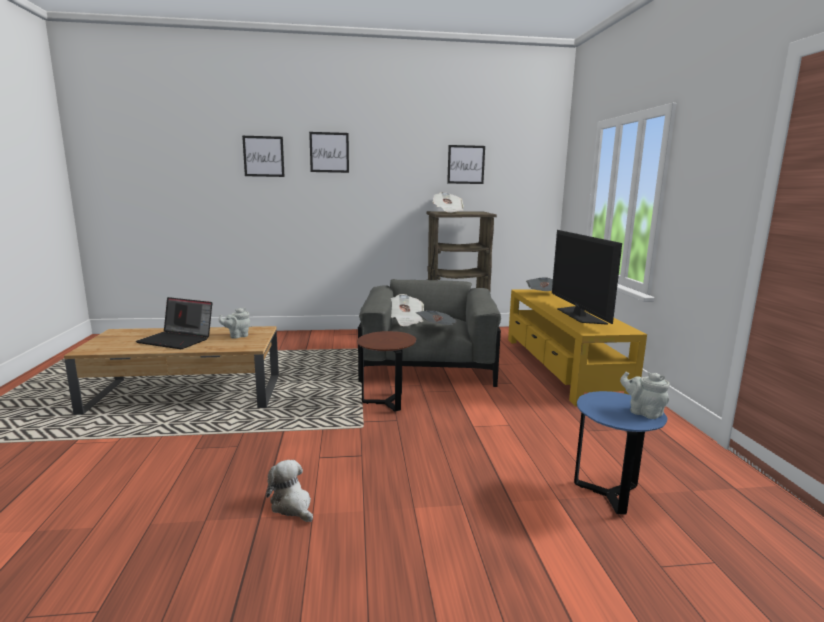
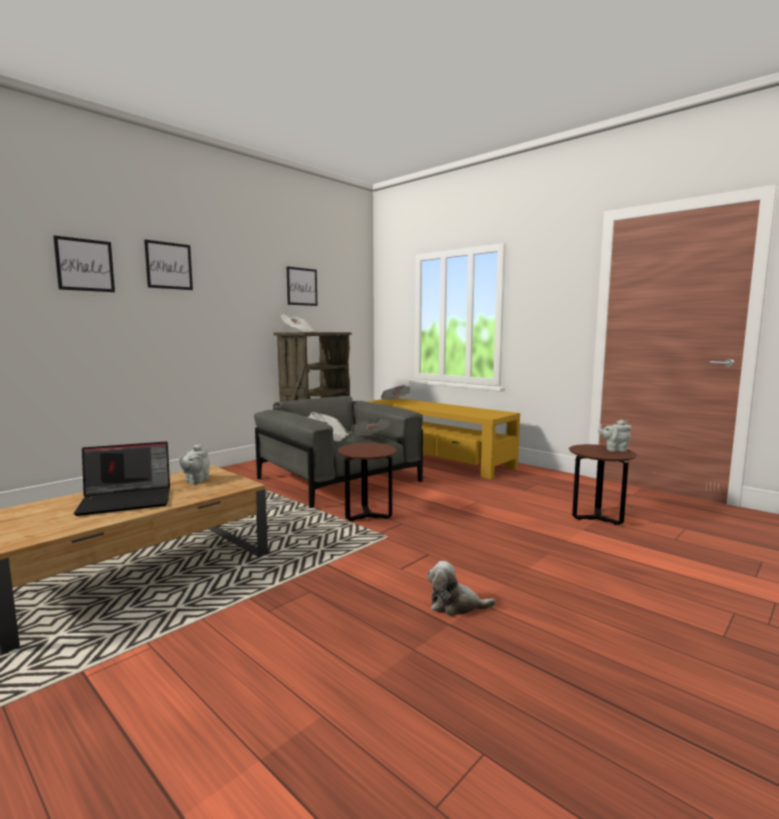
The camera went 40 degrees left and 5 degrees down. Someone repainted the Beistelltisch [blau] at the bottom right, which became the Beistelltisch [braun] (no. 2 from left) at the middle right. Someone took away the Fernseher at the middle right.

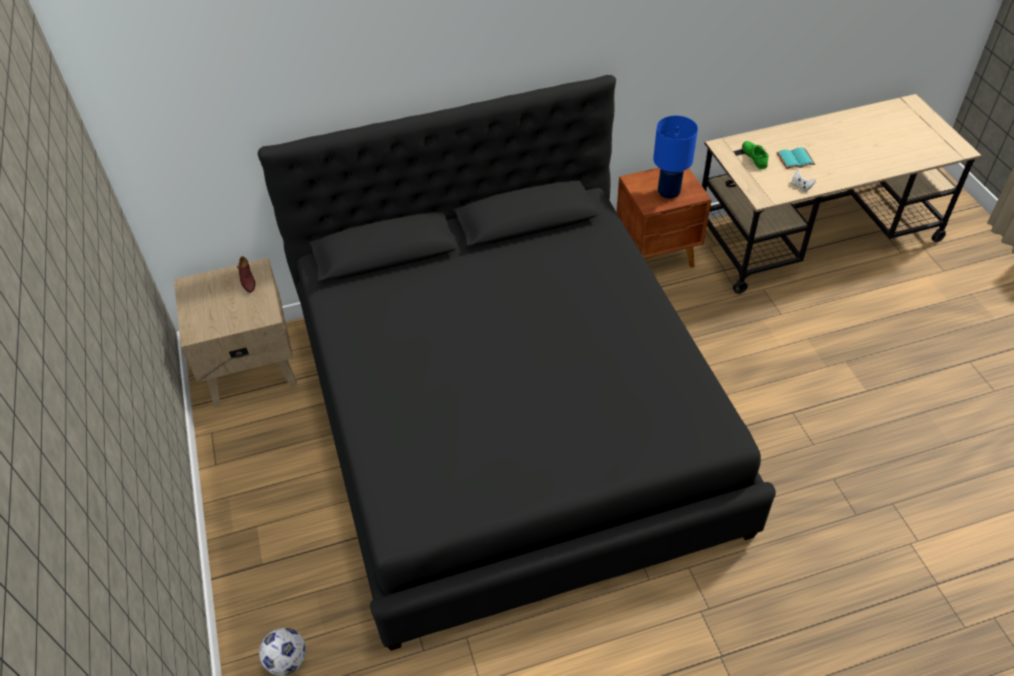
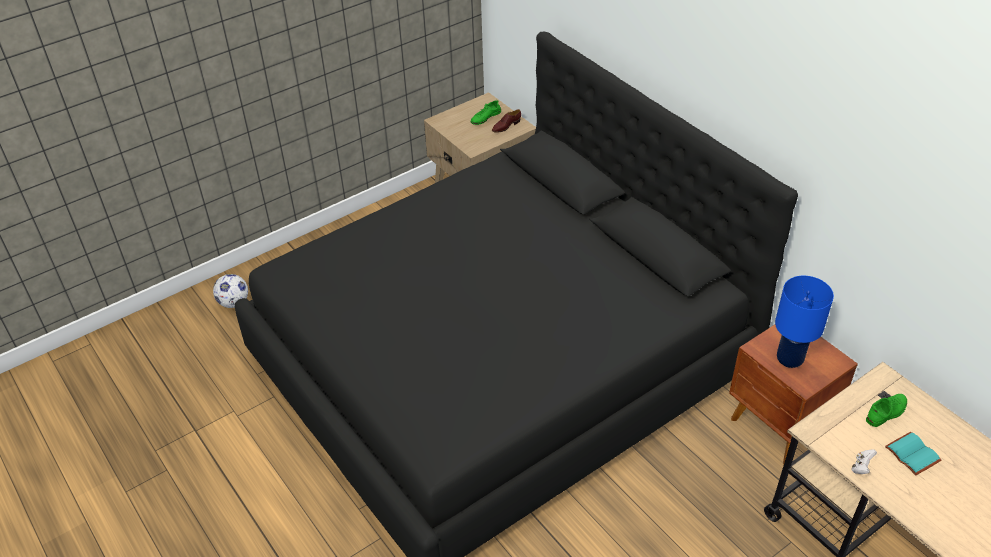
The camera went 70 degrees right and 5 degrees down. Someone put down the Schuh [grün] (no. 1 from left) at the top centre.

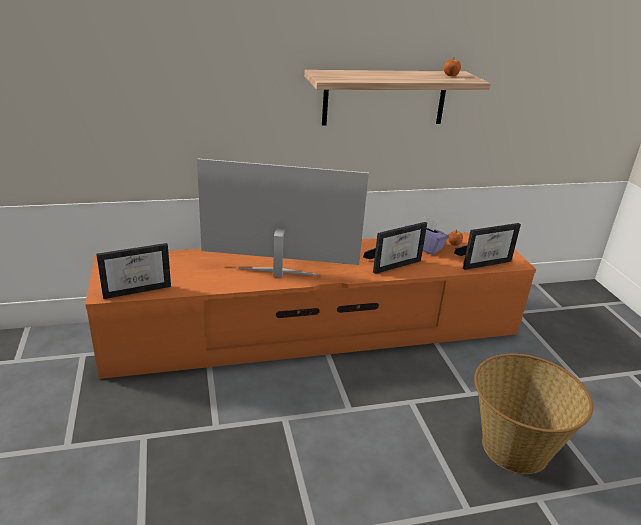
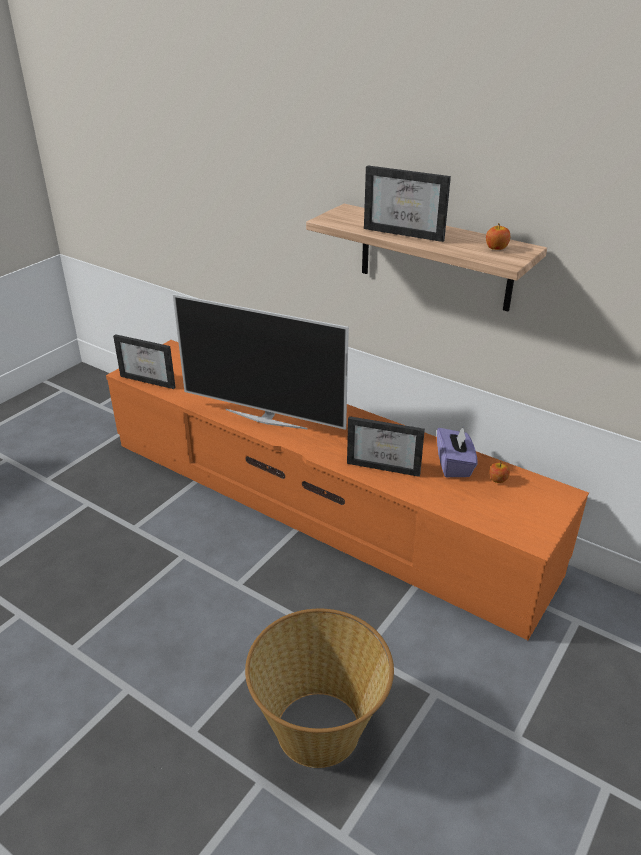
The camera went 50 degrees right and 5 degrees up. Someone rotated the Fernseher at the centre by 150 degrees clockwise. Someone carried the Bilderrahmen (no. 3 from left) from the middle right to the top centre.

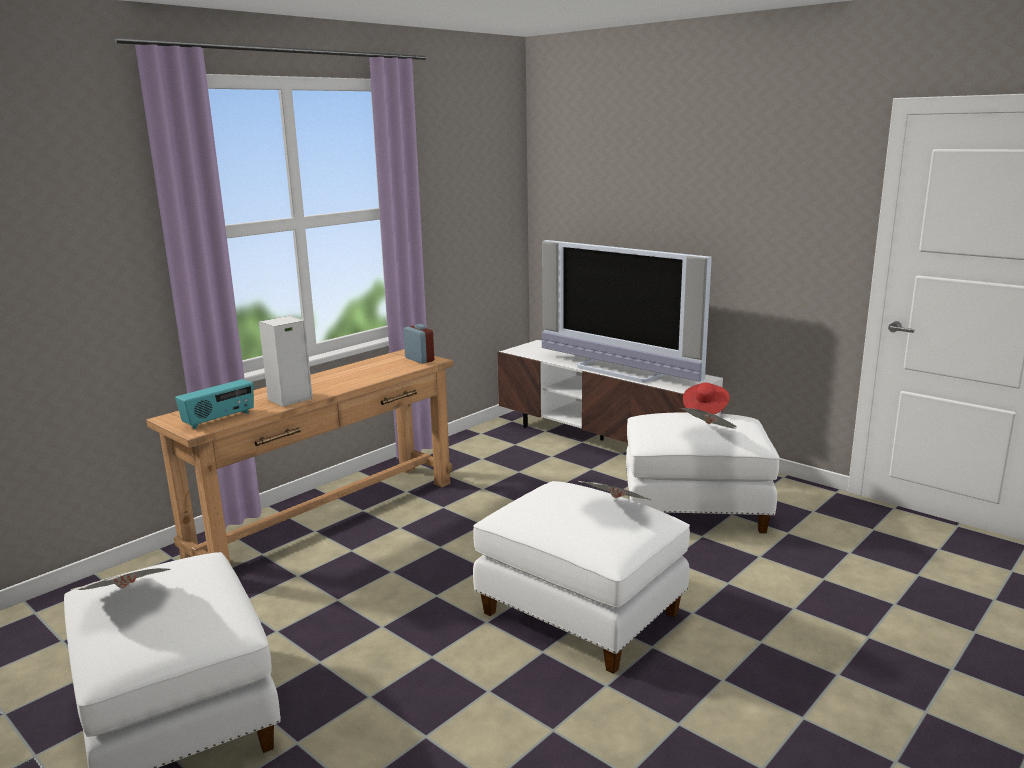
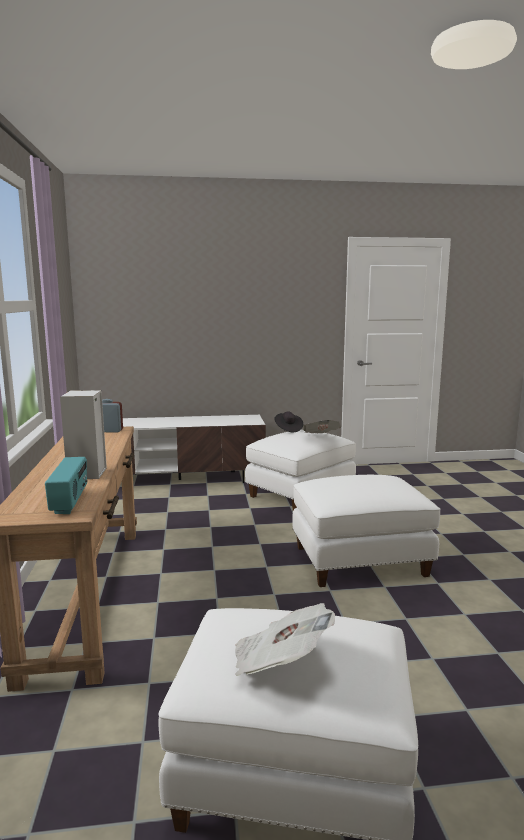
The camera went 50 degrees left and 5 degrees down. Someone repainted the Hut [rot] at the middle right, which became the Hut [schwarz] at the centre. Someone took away the Fernseher at the centre. Someone took away the Zeitung (no. 2 from left) at the centre.

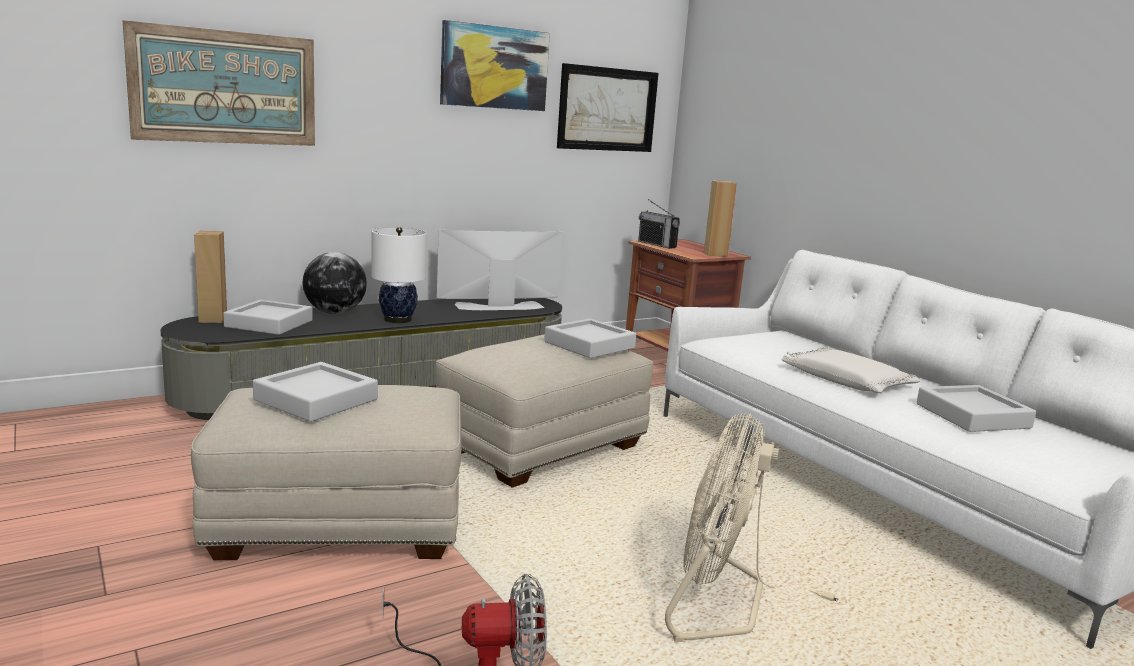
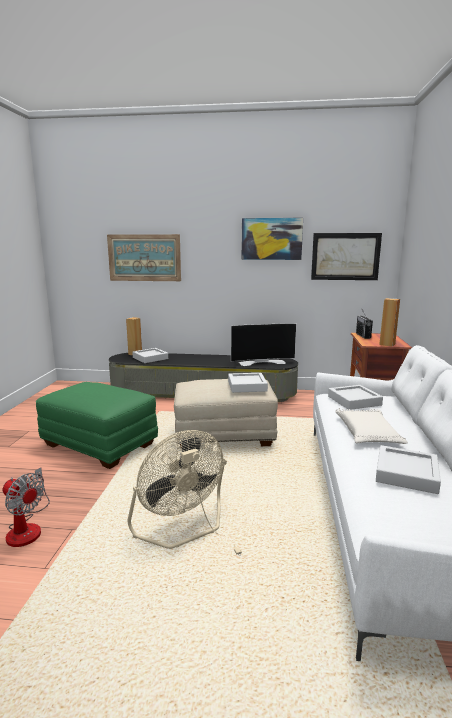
The camera went 40 degrees right and 0 degrees up. Someone repainted the Polsterhocker [beige] (no. 1 from left) at the bottom left, which became the Polsterhocker [grün] at the middle left. Someone rotated the Fernseher at the centre by 150 degrees clockwise. Someone carried the Tablett [grau] (no. 2 from left in the first image) from the middle left to the middle right. Someone took away the Globus at the middle left. Someone took away the Tischlampe [weiß] at the centre.

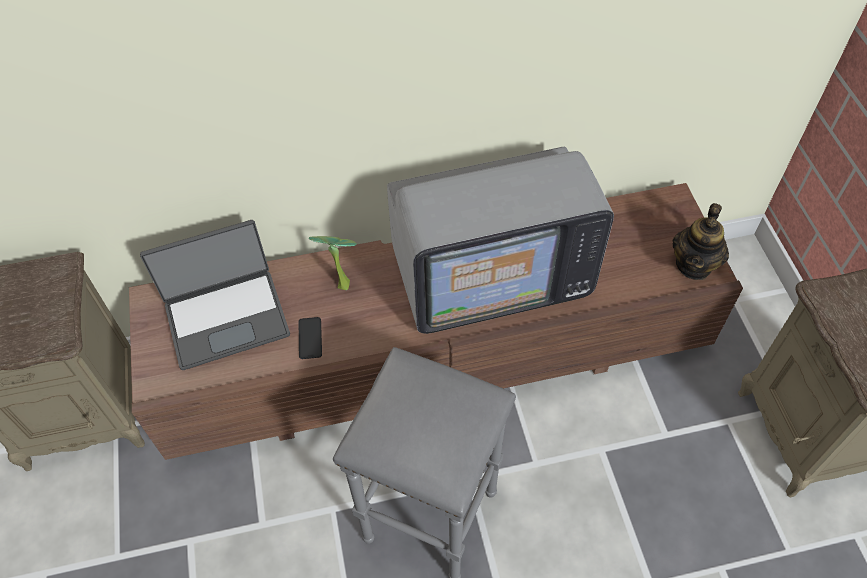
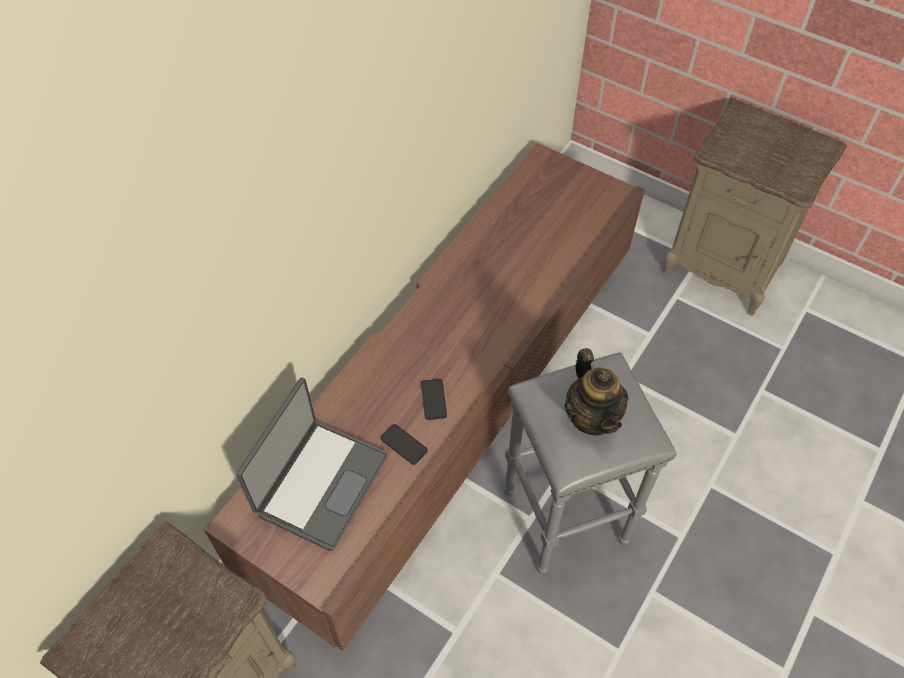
The camera went 45 degrees left and 0 degrees up. Someone put down the Handy (no. 2 from left) at the centre. Someone carried the Teekanne from the middle right to the centre. Someone took away the Topfpflanze at the centre. Someone took away the Fernseher at the centre.

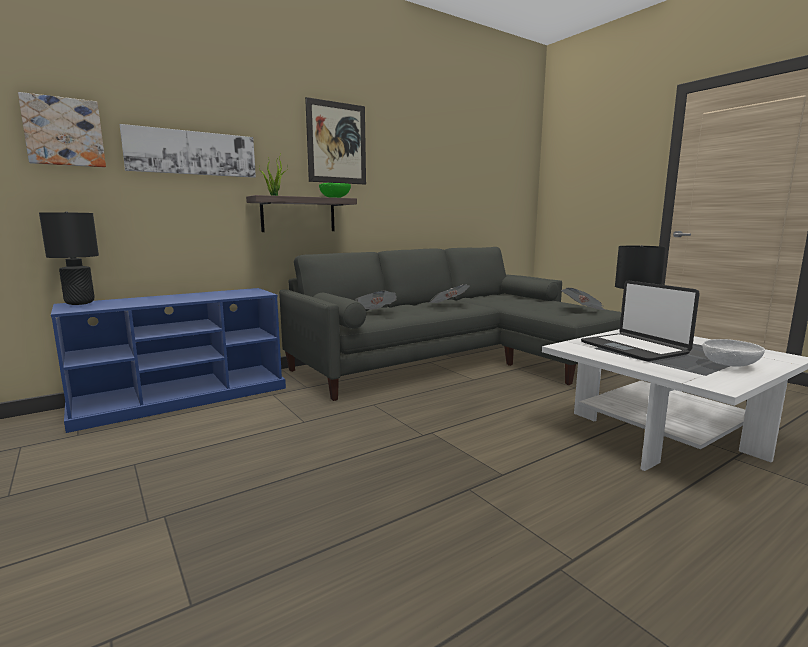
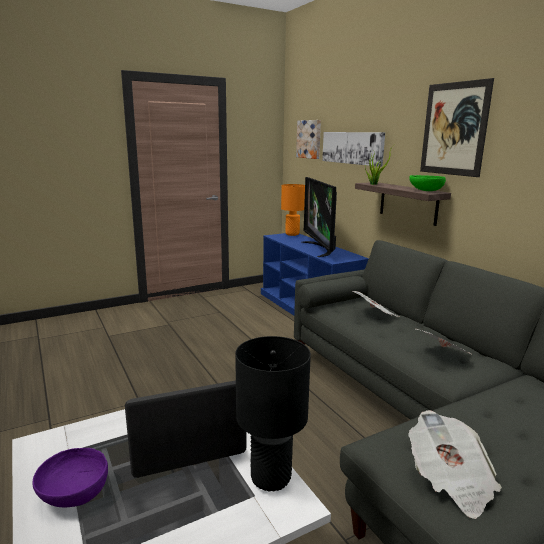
The camera went 95 degrees right and 5 degrees up. Someone repainted the Schüssel [weiß] at the middle right, which became the Schüssel [lila] at the bottom left. Someone repainted the Tischlampe [schwarz] (no. 1 from left) at the middle left, which became the Tischlampe [orange] at the centre. Someone put down the Fernseher at the centre.

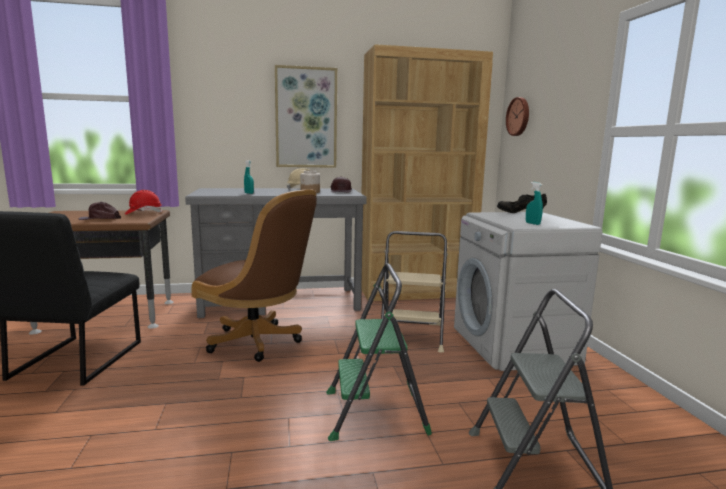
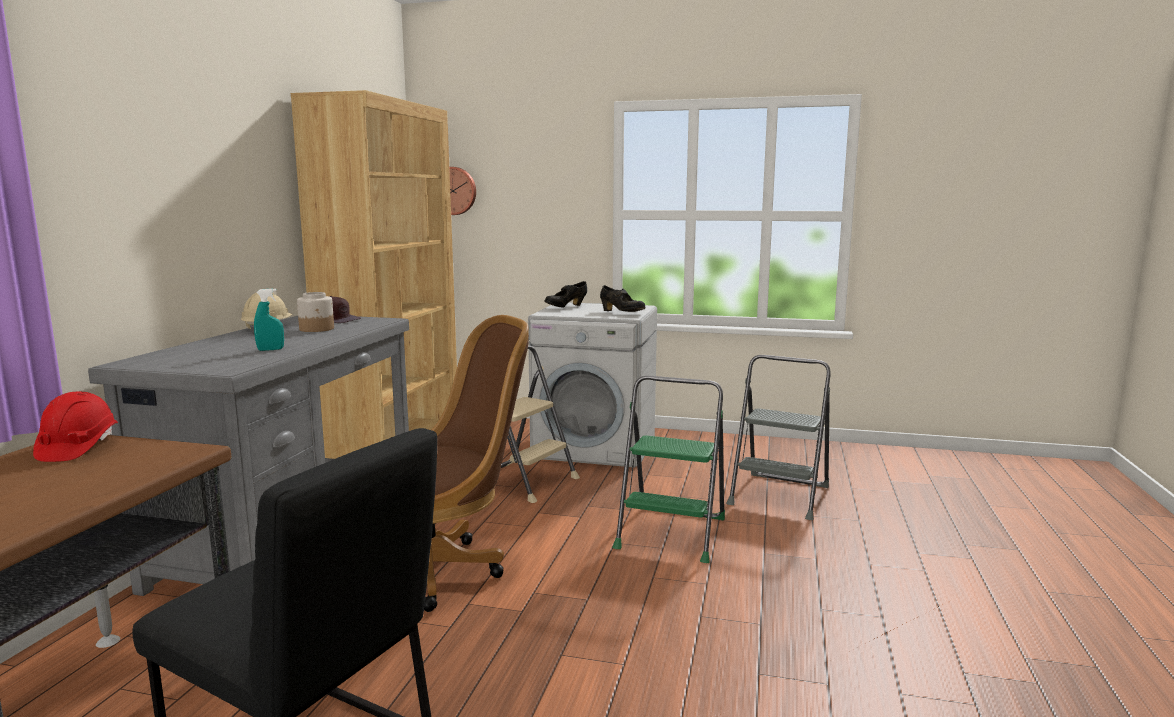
The camera went 65 degrees left and 0 degrees up. Someone swapped the Sprühflasche [türkis] (no. 2 from left) at the middle right for the Schuh [schwarz] (no. 2 from left) at the centre. Someone took away the Kappe [braun] (no. 1 from left) at the middle left. Someone took away the Bild at the top centre.

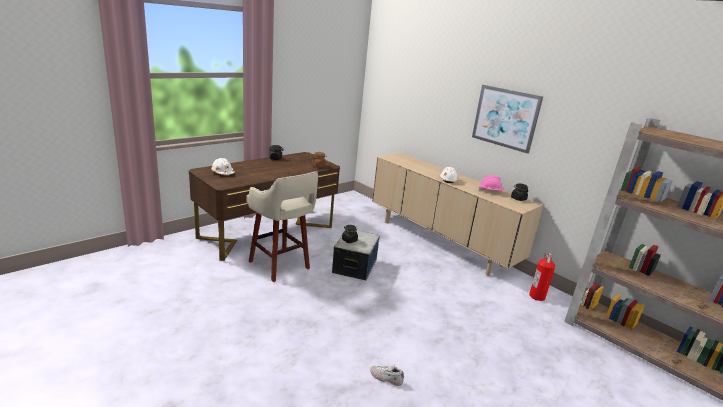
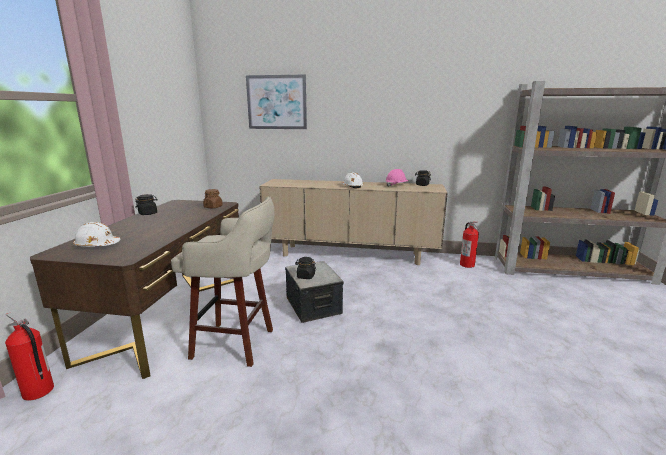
The camera went 35 degrees left and 5 degrees down. Someone put down the Feuerlöscher (no. 1 from left) at the bottom left. Someone carried the Bild from the top right to the top centre. Someone took away the Schuh [weiß] at the bottom centre.

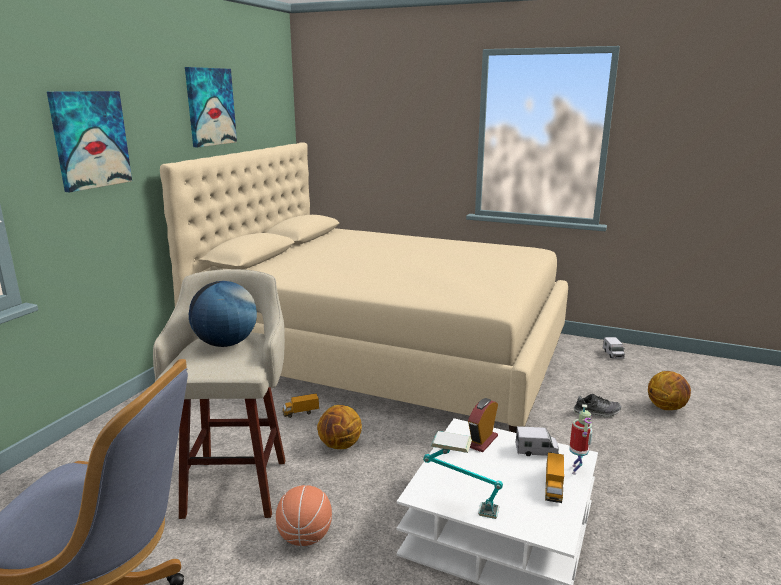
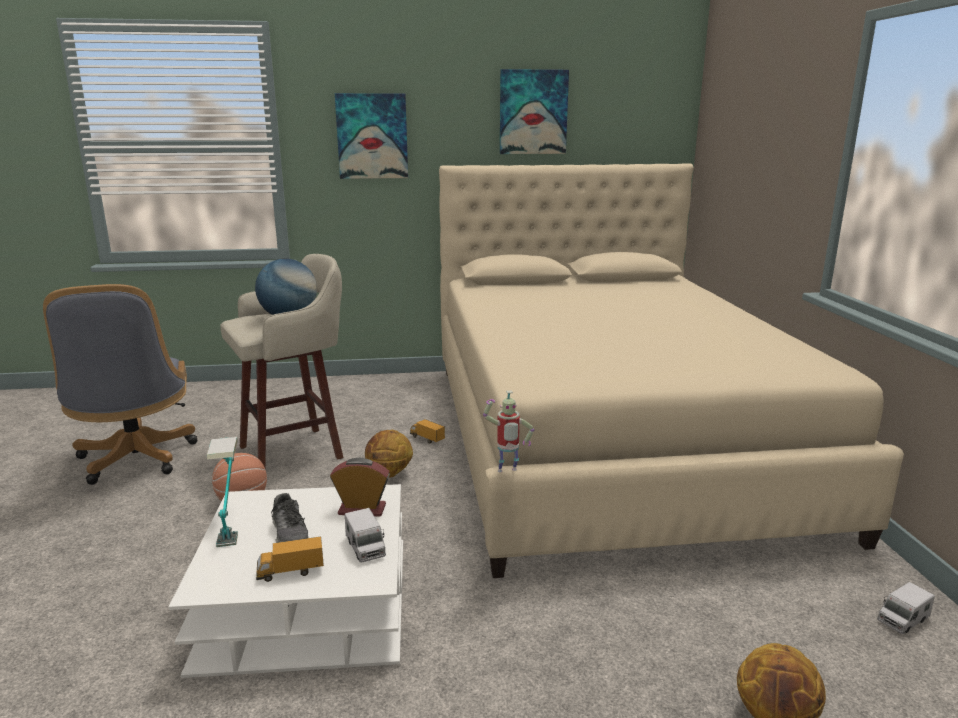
The camera went 60 degrees right and 0 degrees up. Someone carried the Schuh from the bottom right to the bottom left. Someone carried the Spielzeugroboter from the bottom right to the centre.

